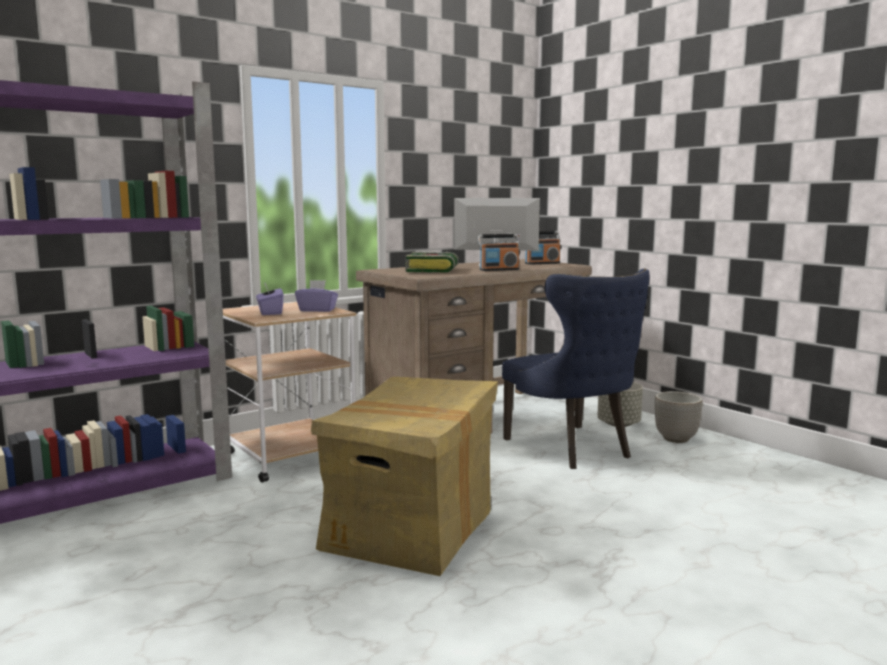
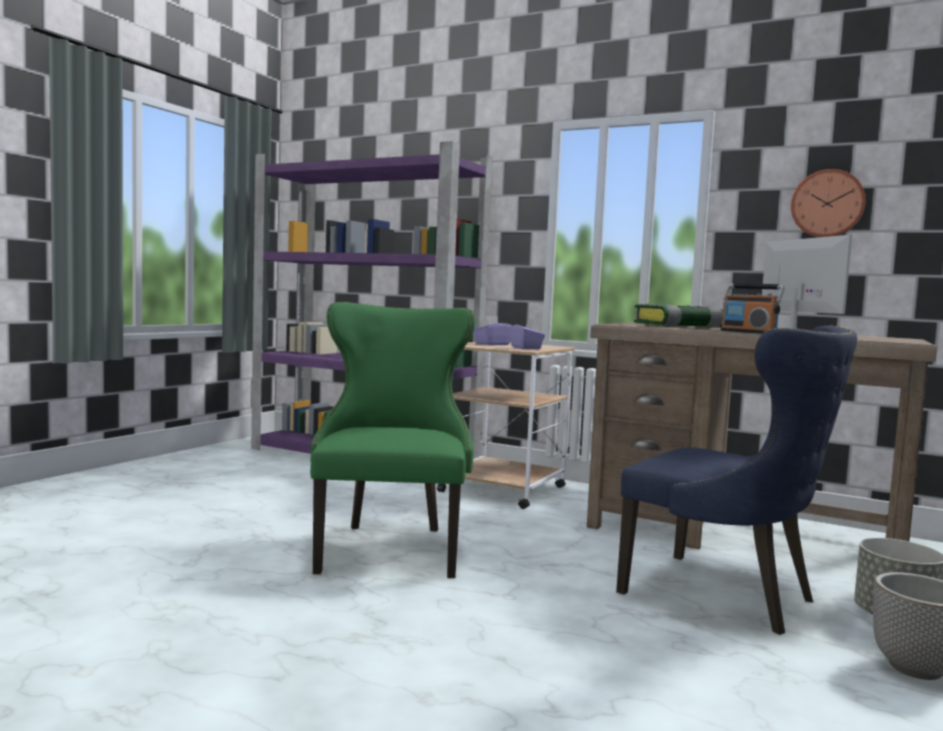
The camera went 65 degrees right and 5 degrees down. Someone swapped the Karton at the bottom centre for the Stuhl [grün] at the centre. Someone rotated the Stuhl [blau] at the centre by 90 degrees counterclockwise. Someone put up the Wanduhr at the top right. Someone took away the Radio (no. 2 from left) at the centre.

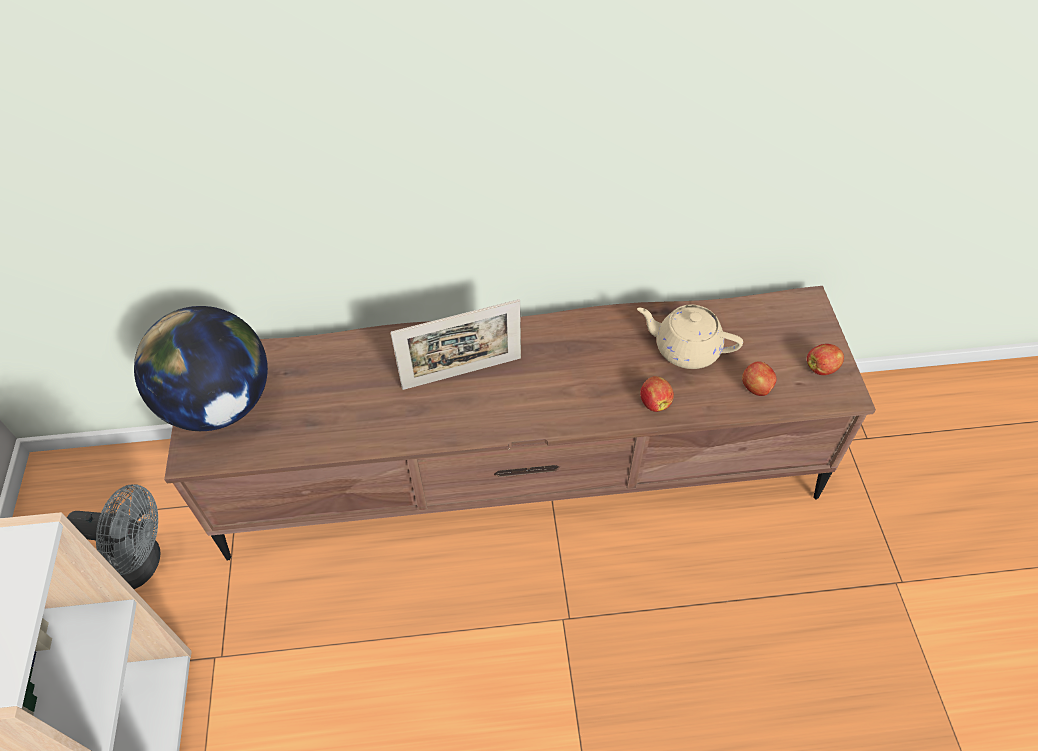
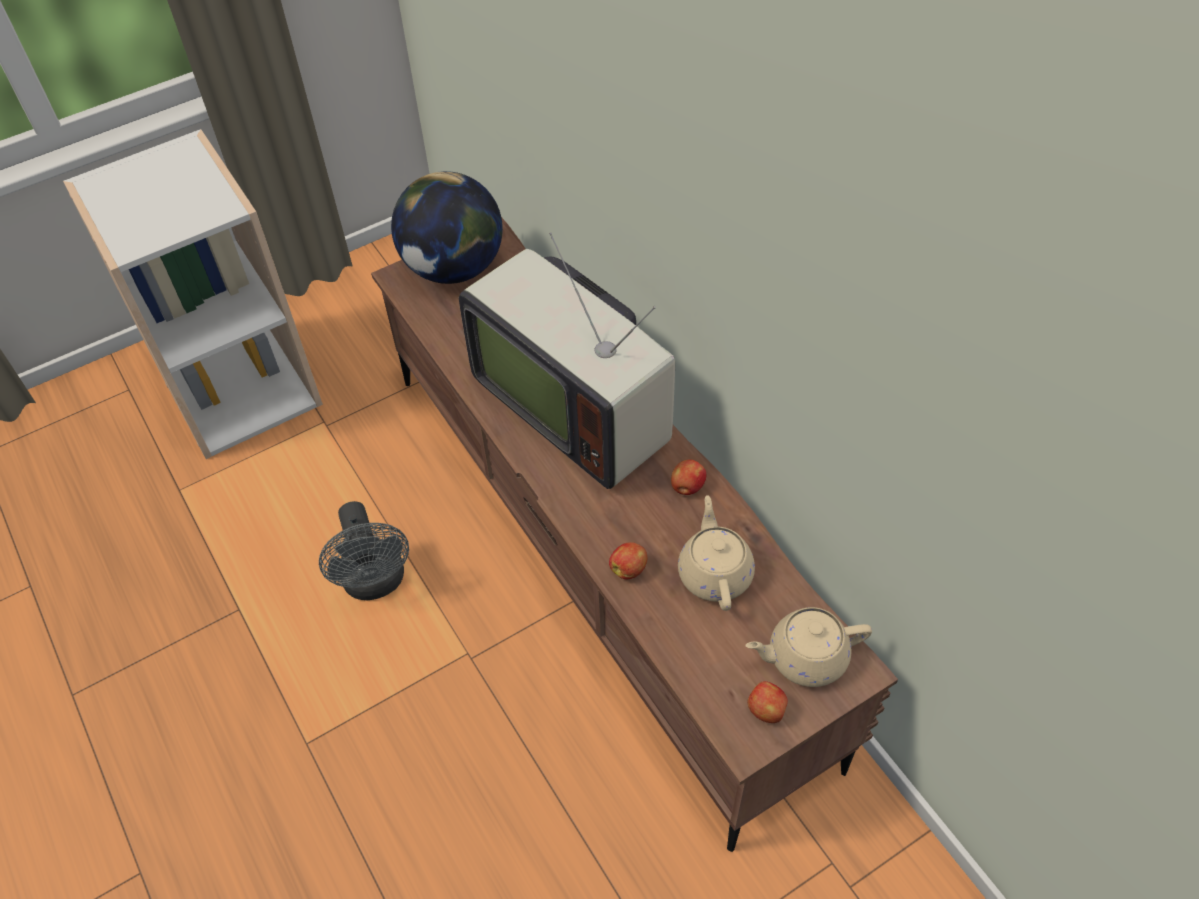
The camera went 65 degrees right and 0 degrees up. Someone carried the Ventilator [grau] from the bottom left to the middle left. Someone swapped the Bilderrahmen at the centre for the Fernseher at the centre. Someone carried the Apfel (no. 2 from left) from the middle right to the centre. Someone put down the Teekanne [beige] (no. 2 from left) at the bottom right.

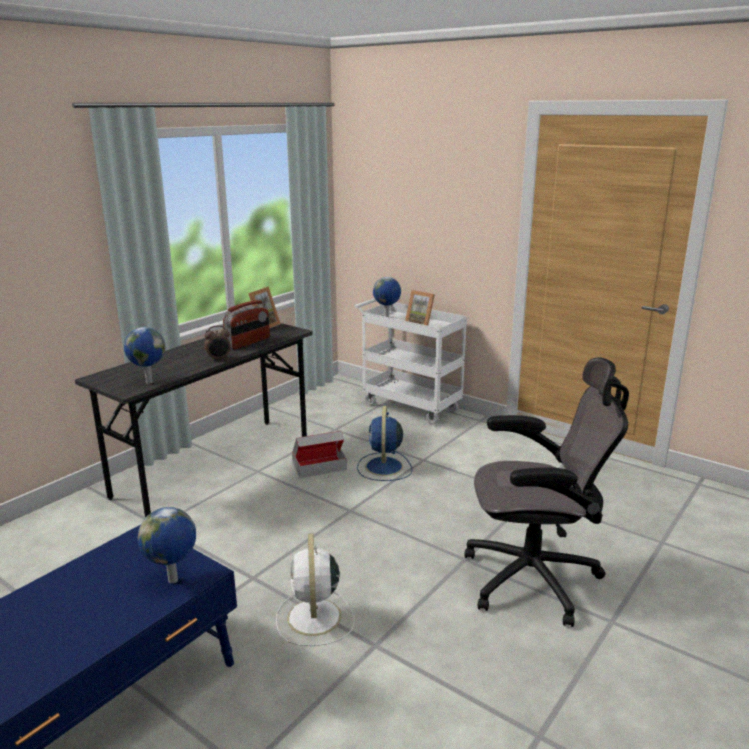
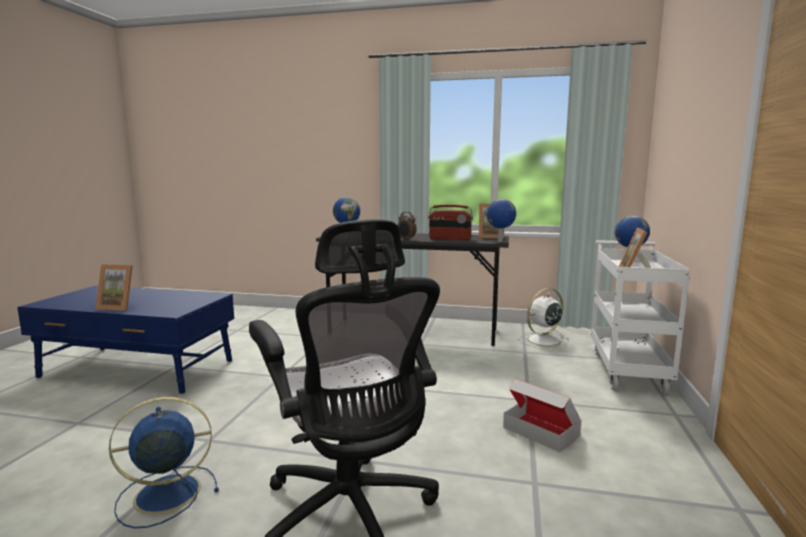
The camera went 65 degrees right and 10 degrees down. Someone put down the Bilderrahmen (no. 1 from left) at the middle left. Someone carried the Ventilator [blau] from the centre to the bottom left. Someone carried the Globus (no. 2 from left) from the bottom left to the centre. Someone carried the Karton from the centre to the bottom right. Someone carried the Ventilator [weiß] from the bottom centre to the middle right.

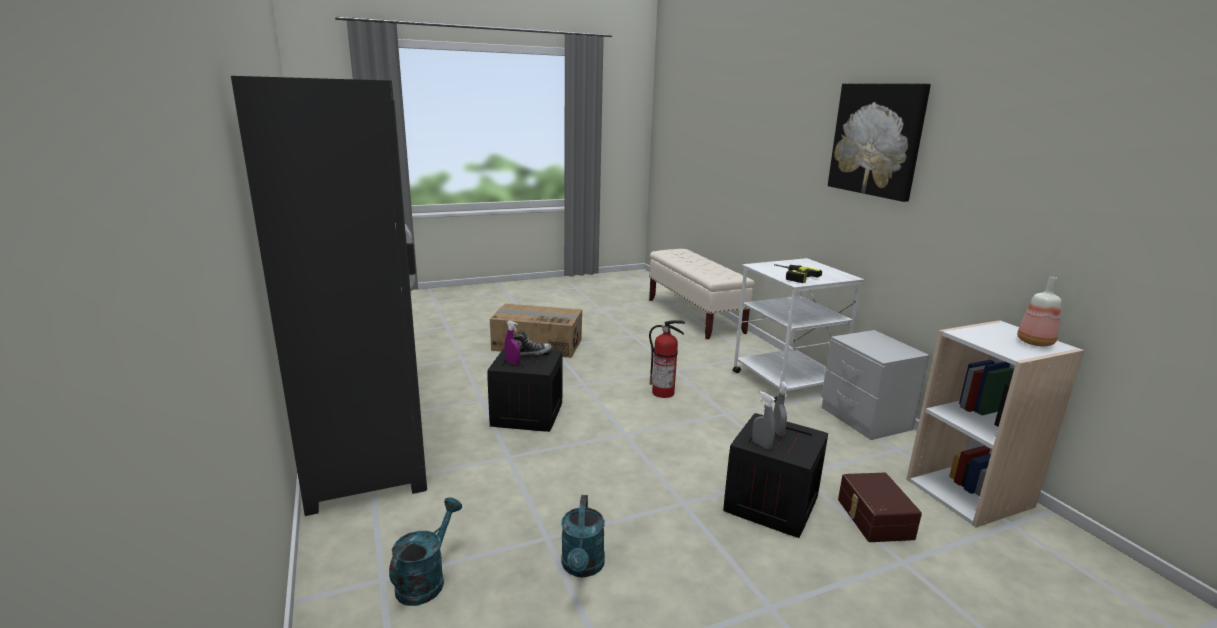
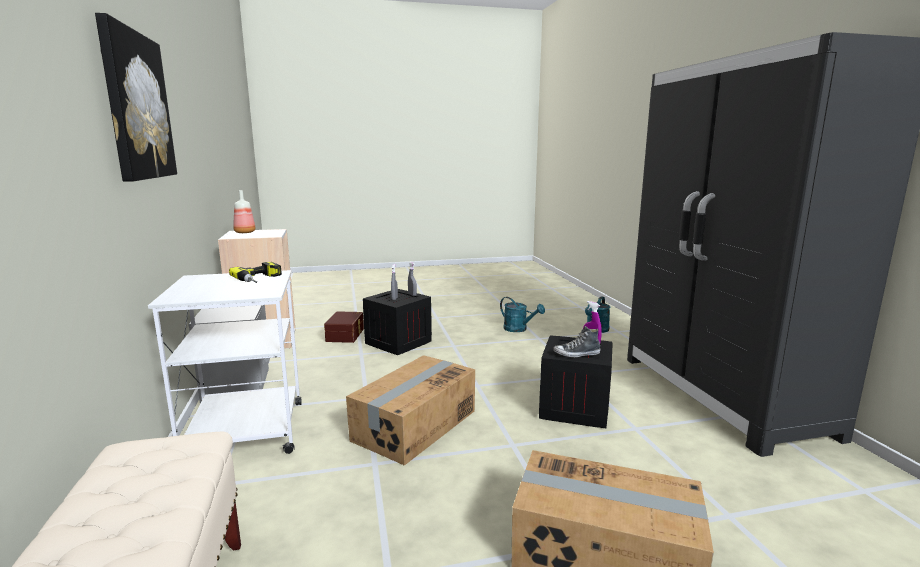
The camera went 170 degrees left and 5 degrees down. Someone swapped the Feuerlöscher at the centre for the Karton (no. 1 from left) at the bottom centre. Someone rotated the Gießkanne [türkis] (no. 2 from left in the first image) at the bottom centre by 120 degrees clockwise.

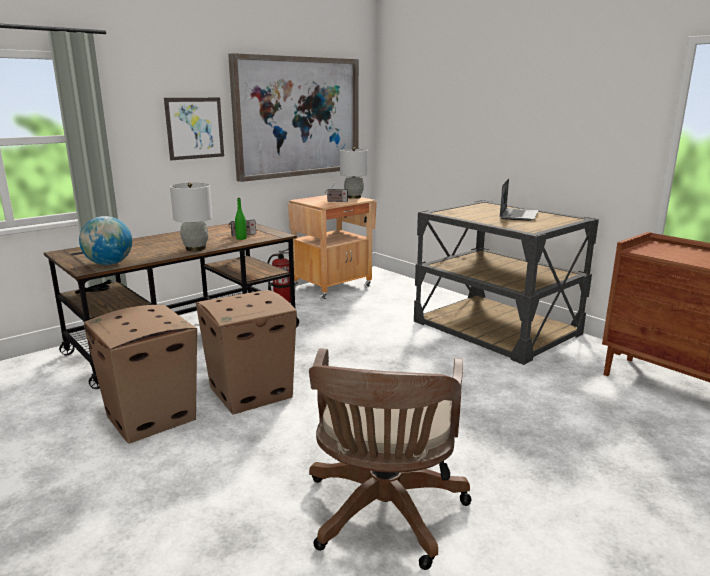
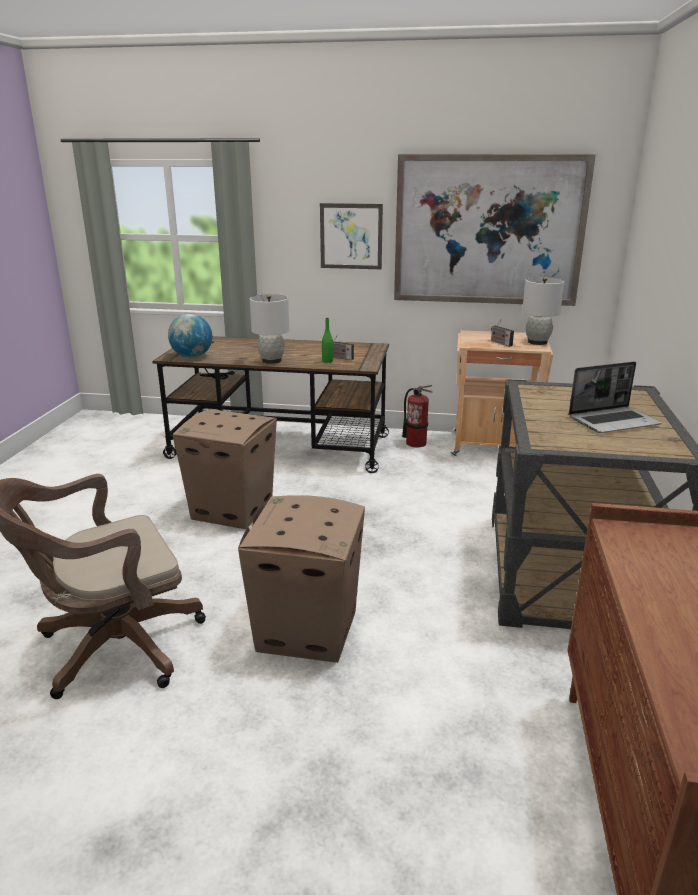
The camera went 50 degrees right and 5 degrees up. Someone carried the Karton (no. 1 from left in the first image) from the middle left to the centre.

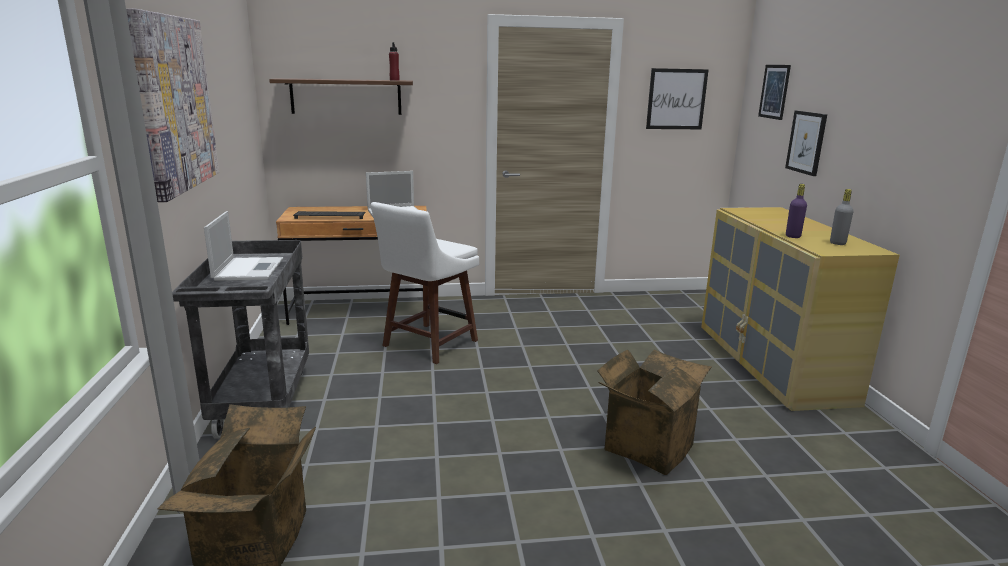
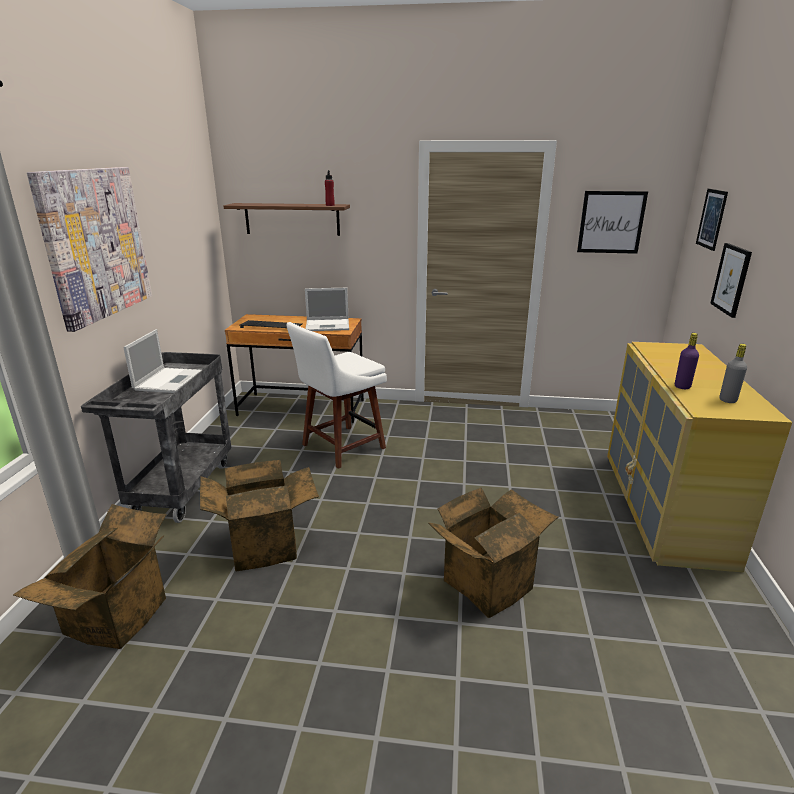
The camera went 15 degrees right and 5 degrees up. Someone put down the Karton (no. 2 from left) at the middle left.

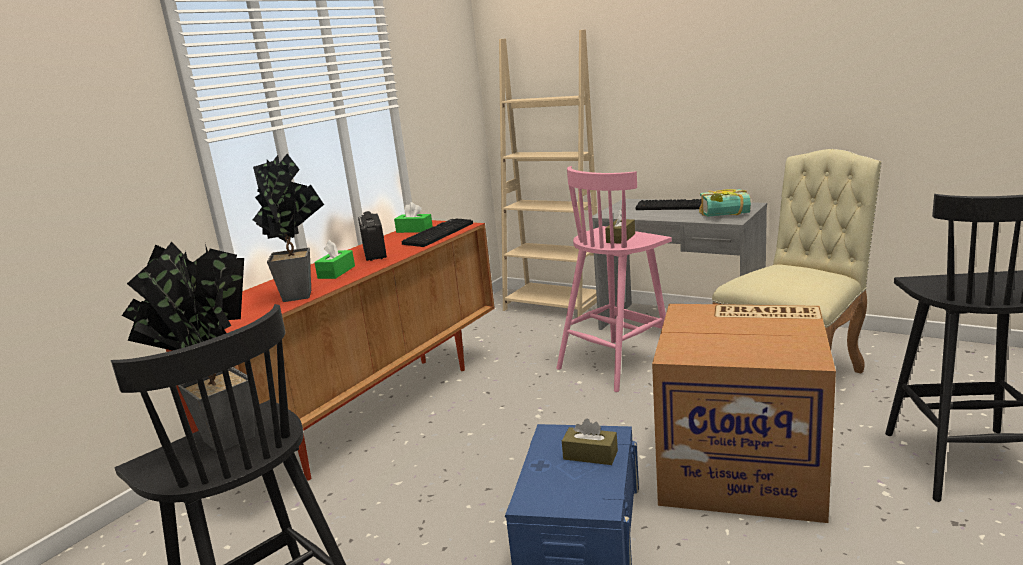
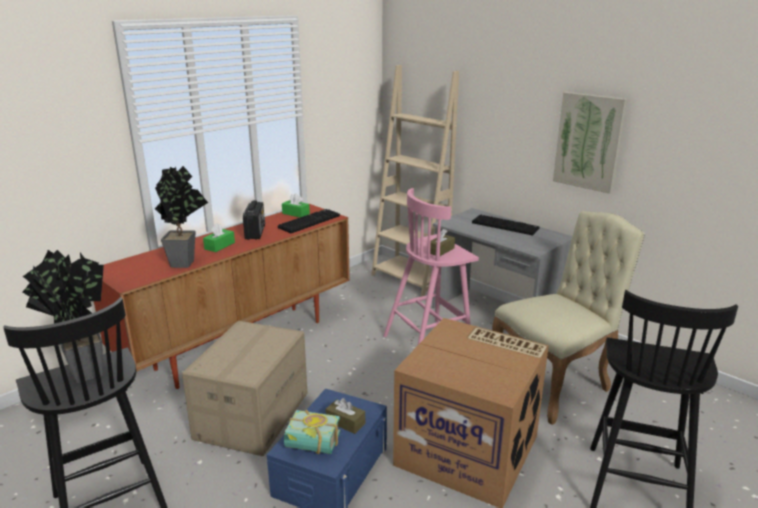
The camera went 10 degrees right and 5 degrees up. Someone put down the Karton (no. 1 from left) at the bottom left. Someone carried the Buch from the middle right to the bottom centre. Someone put up the Bild at the top right.

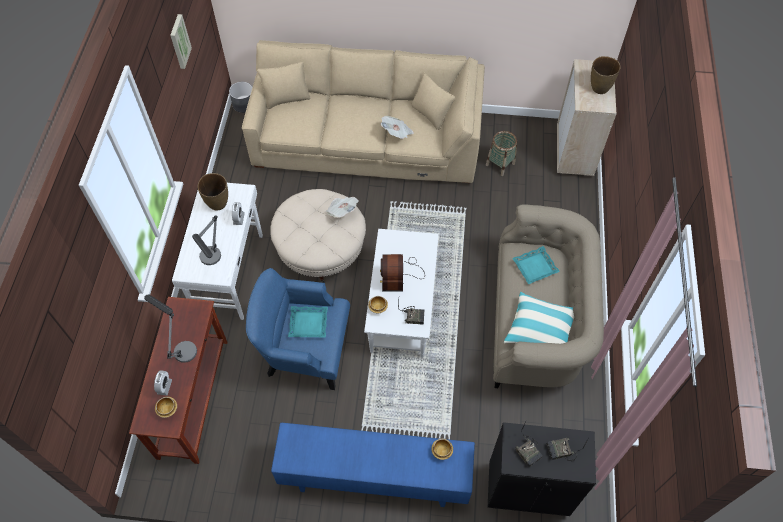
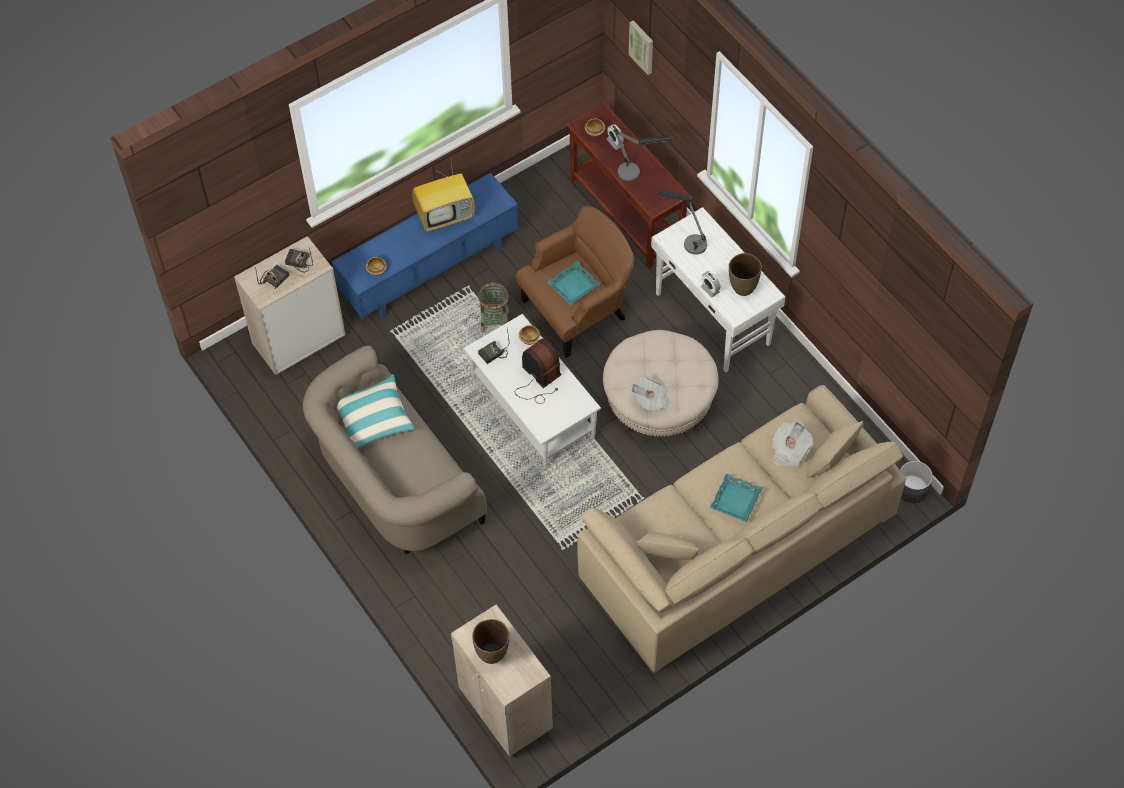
The camera went 140 degrees right and 0 degrees up. Someone repainted the Schrank [schwarz] at the bottom right, which became the Schrank [beige] (no. 1 from left) at the middle left. Someone put down the Fernseher at the top centre. Someone carried the Korb from the top centre to the centre. Someone repainted the Sessel [blau] at the centre, which became the Sessel [braun] at the centre. Someone carried the Bild from the top left to the top centre. Someone carried the Tablett [türkis] (no. 2 from left) from the middle right to the centre. Someone carried the Zeitung (no. 2 from left) from the top centre to the middle right.

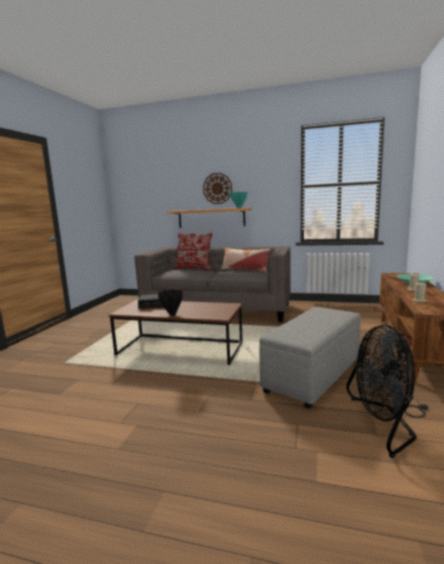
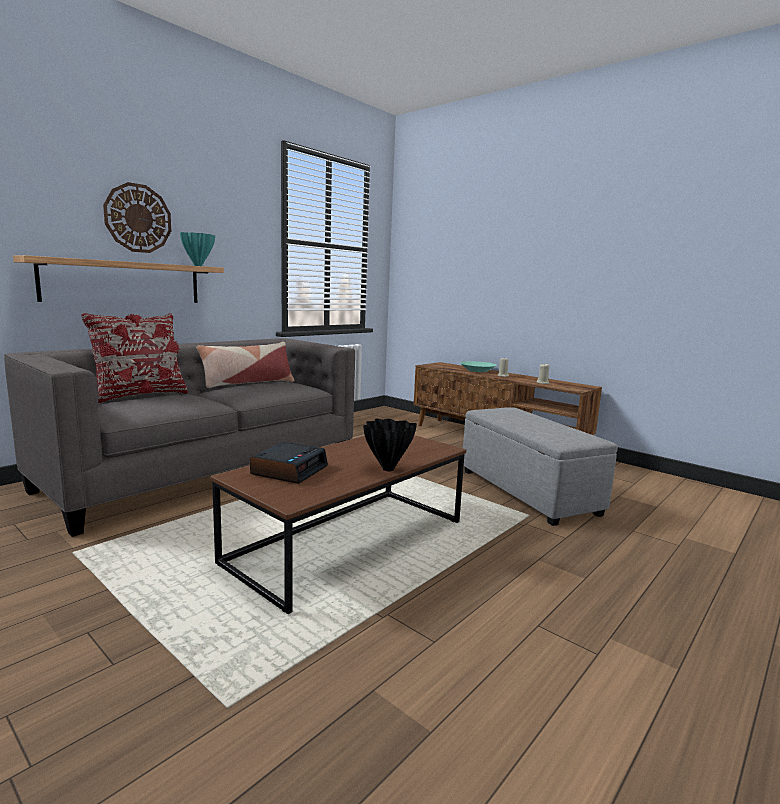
The camera went 65 degrees left and 0 degrees up. Someone took away the Ventilator [schwarz] at the bottom right.

